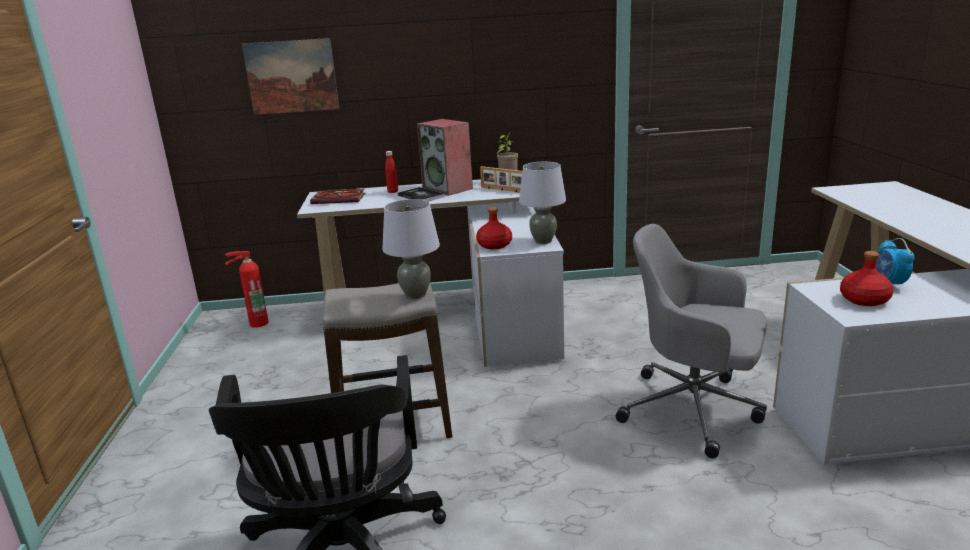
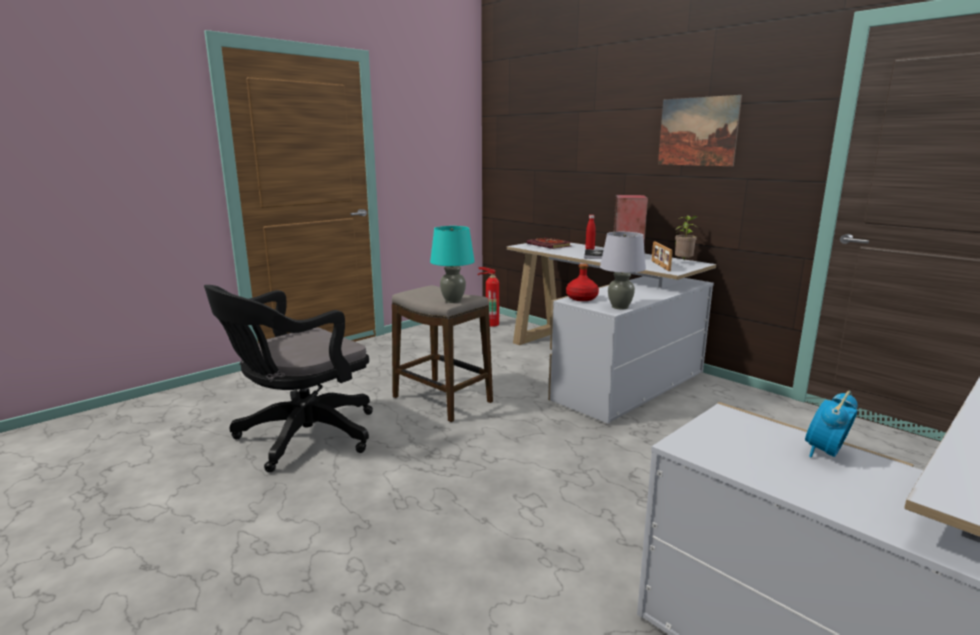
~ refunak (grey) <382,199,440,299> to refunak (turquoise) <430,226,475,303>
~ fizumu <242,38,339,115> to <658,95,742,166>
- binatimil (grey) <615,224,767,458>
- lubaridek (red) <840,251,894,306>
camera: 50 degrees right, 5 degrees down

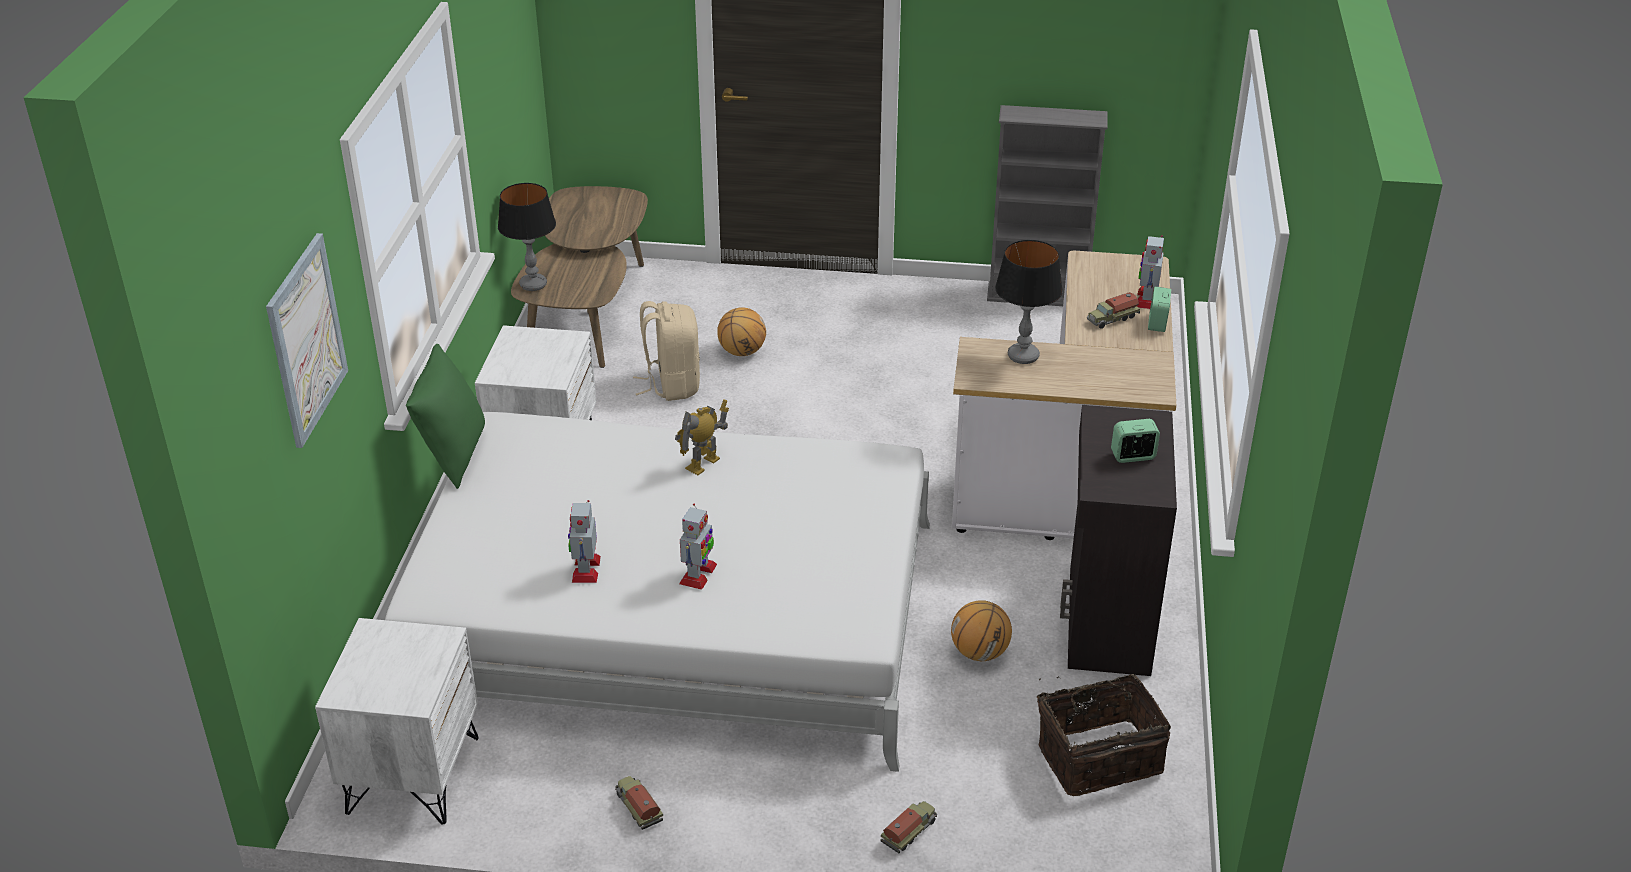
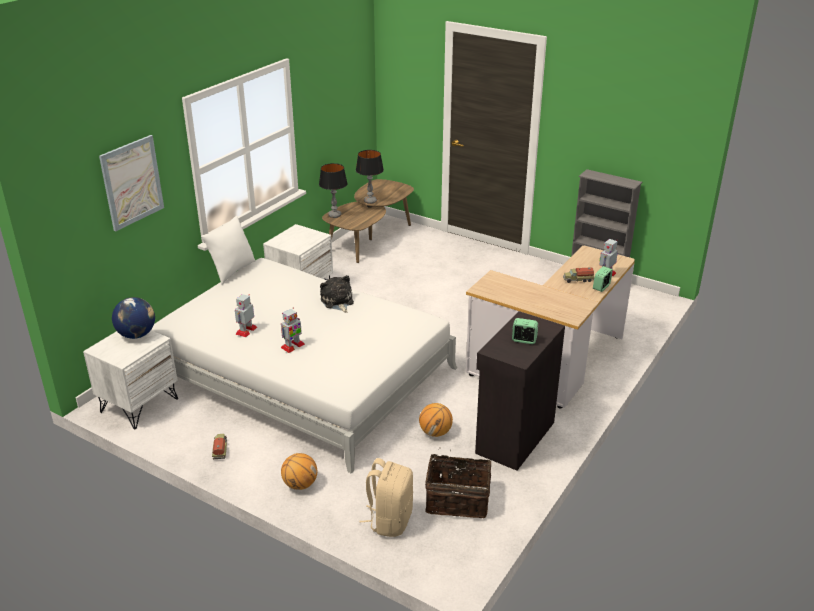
+ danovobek <112,297,155,339>
~ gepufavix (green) <406,344,485,489> to gepufavix (white) <201,216,256,285>
~ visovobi <717,307,766,356> to <281,453,317,490>
~ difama <675,399,729,475> to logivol <320,275,354,313>
~ refunak <995,240,1063,364> to <356,150,384,204>
~ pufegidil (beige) <633,301,700,401> to <360,458,413,537>
- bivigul <881,801,937,853>
camera: 25 degrees right, 5 degrees down

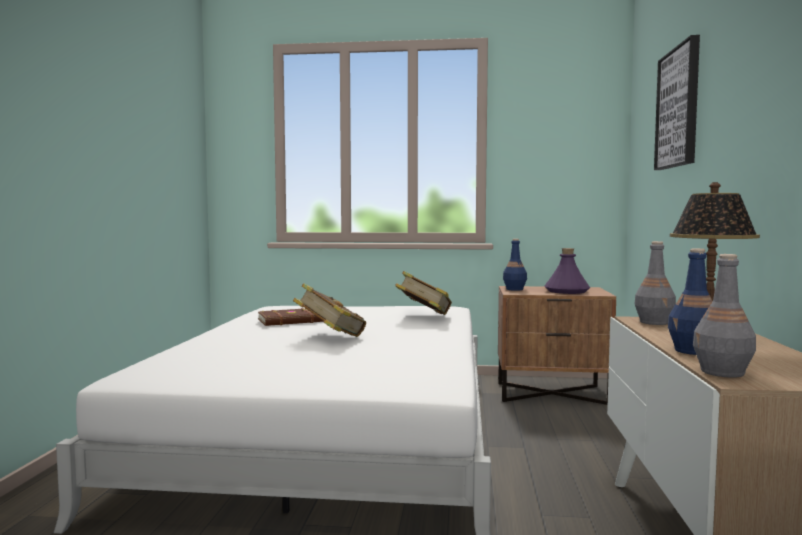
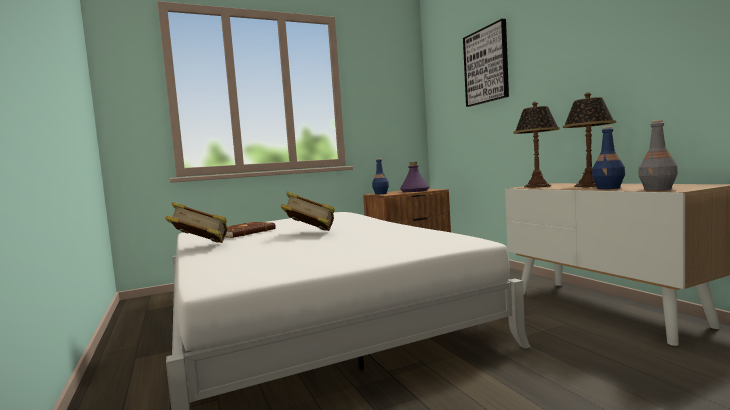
~ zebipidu <395,271,452,315> to <165,202,228,243>
~ lubaridek (grey) <635,241,676,325> to refunak <514,102,560,188>
camera: 30 degrees left, 0 degrees up

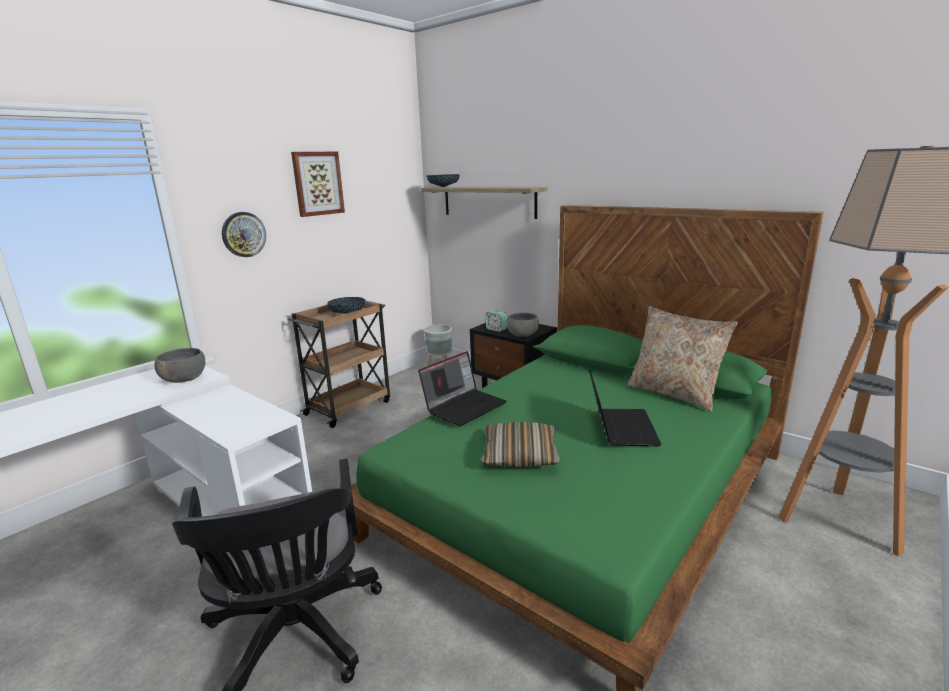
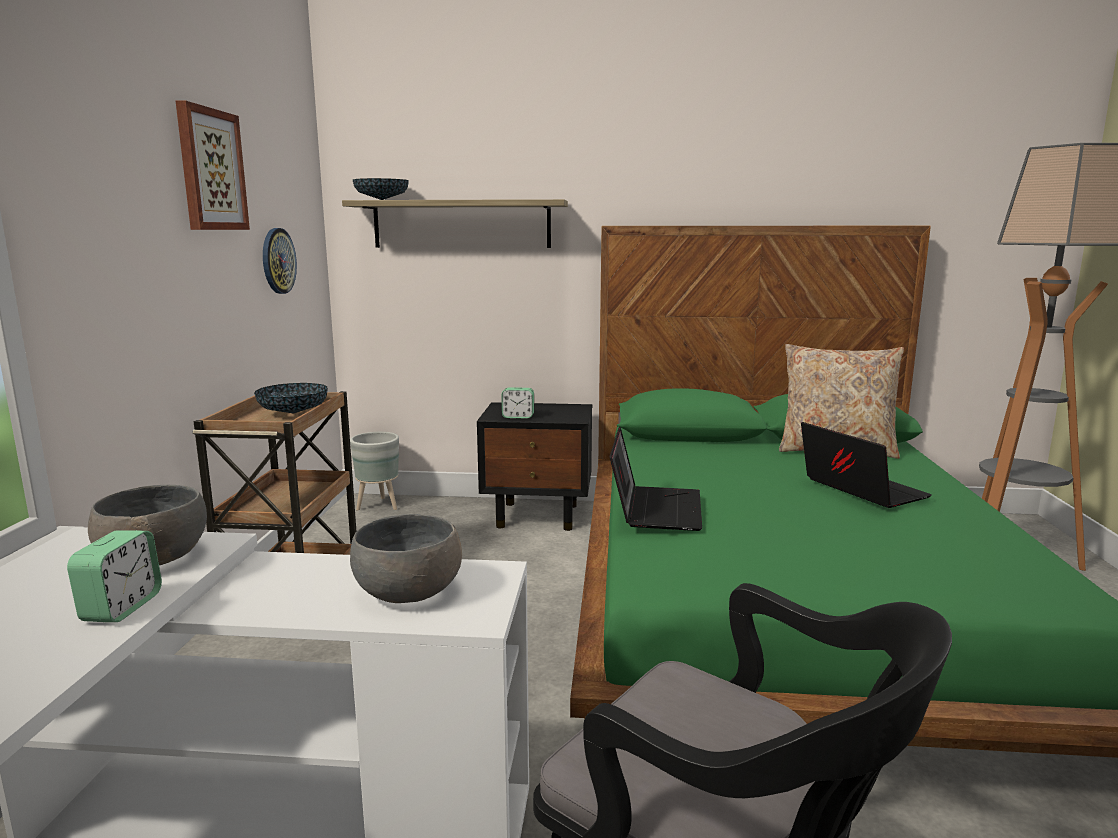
+ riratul <67,530,162,622>
~ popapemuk <222,212,266,257> to <263,228,297,294>
~ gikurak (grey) <507,313,539,337> to <350,514,462,603>
- gepufavix <480,422,561,467>
camera: 35 degrees left, 5 degrees down

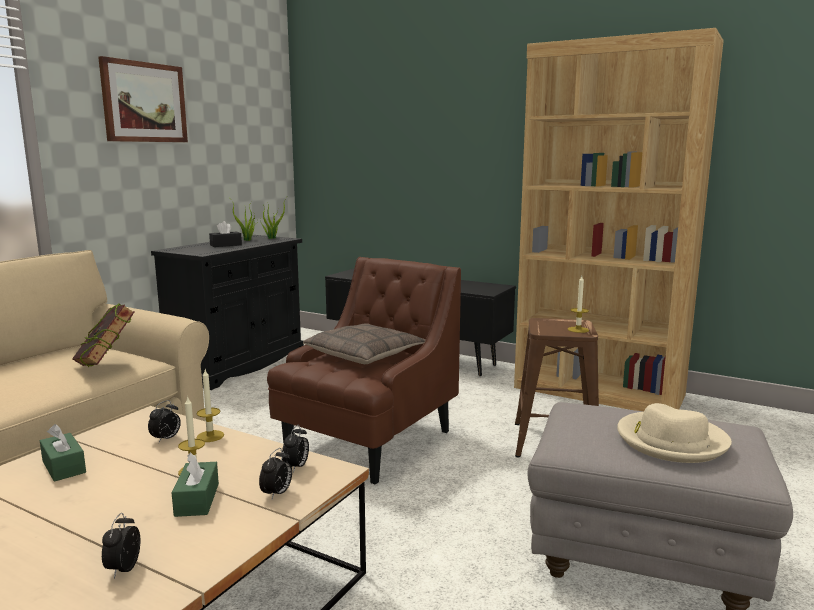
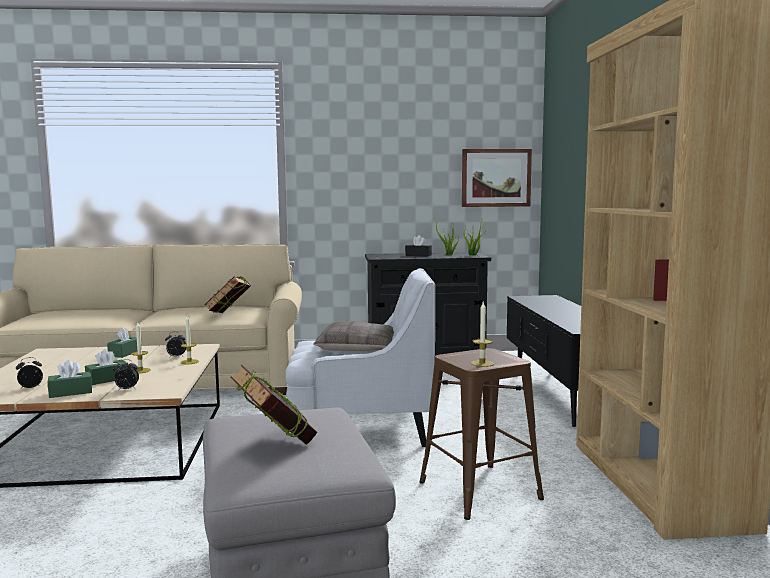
+ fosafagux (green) <48,360,92,398>
~ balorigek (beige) <617,403,732,463> to zebipidu <230,365,317,445>
~ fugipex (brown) <267,257,461,484> to fugipex (white) <285,268,435,447>
~ fizumu <98,56,188,142> to <462,149,532,207>
- riratul <282,425,309,473>
camera: 55 degrees right, 5 degrees down

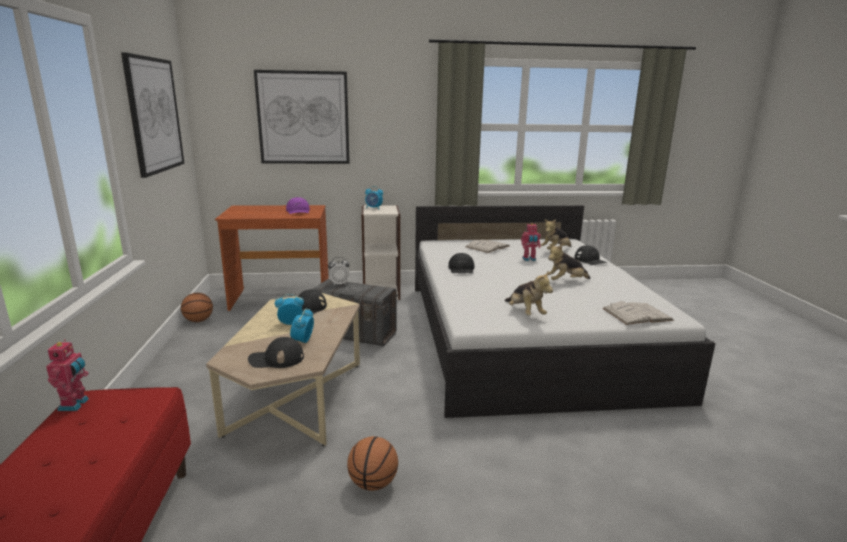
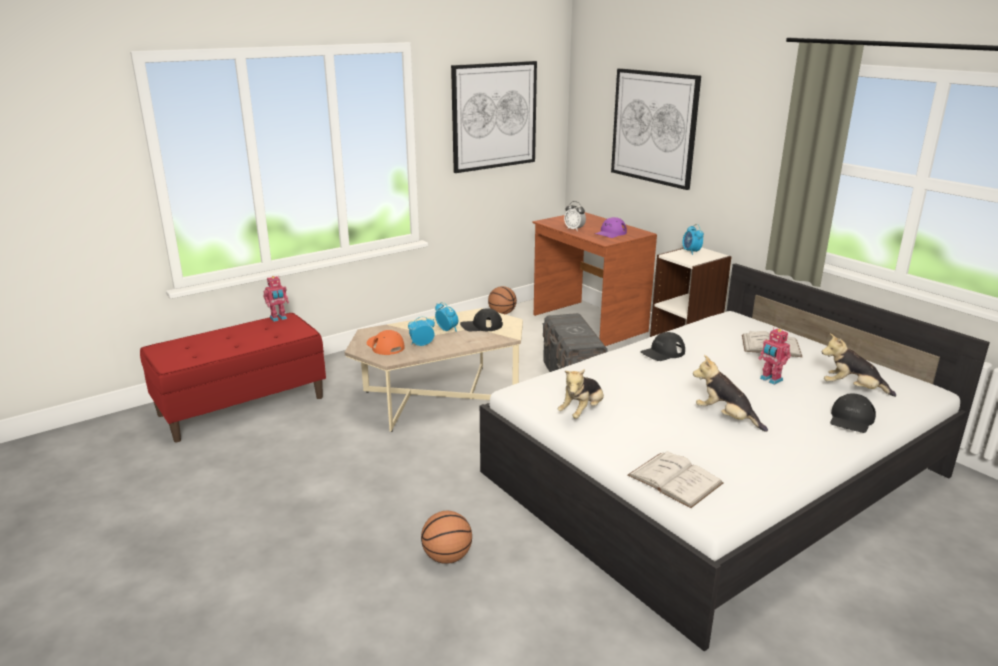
~ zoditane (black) <248,337,304,368> to zoditane (orange) <367,330,405,355>
~ visovobi <347,436,398,491> to <421,511,472,564>
~ riratul <328,257,350,285> to <564,201,586,231>
camera: 60 degrees right, 5 degrees up

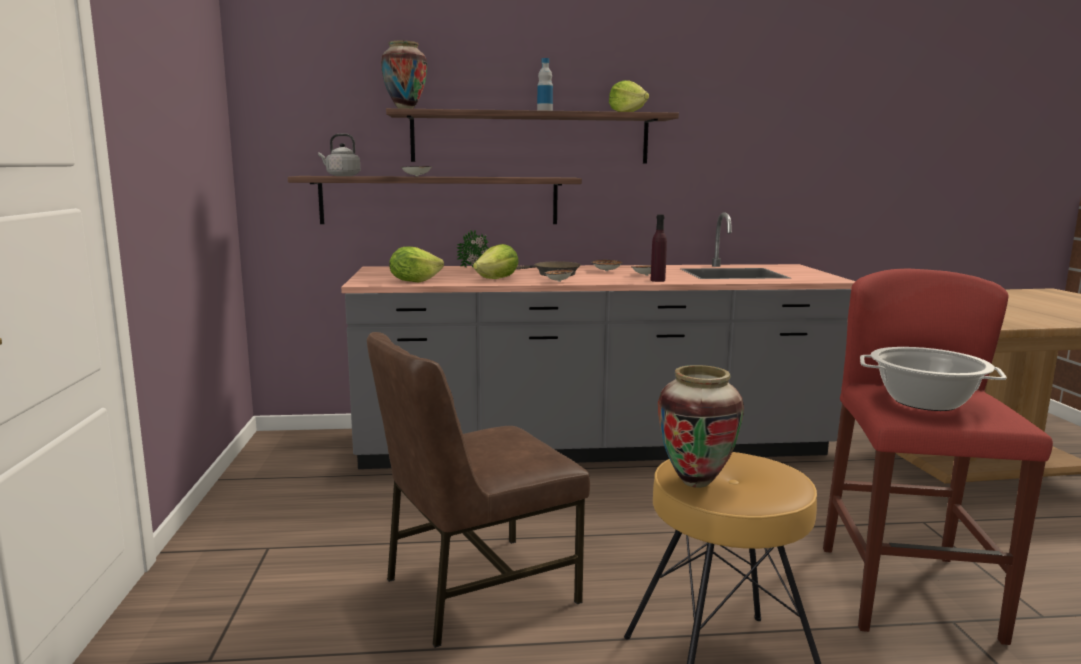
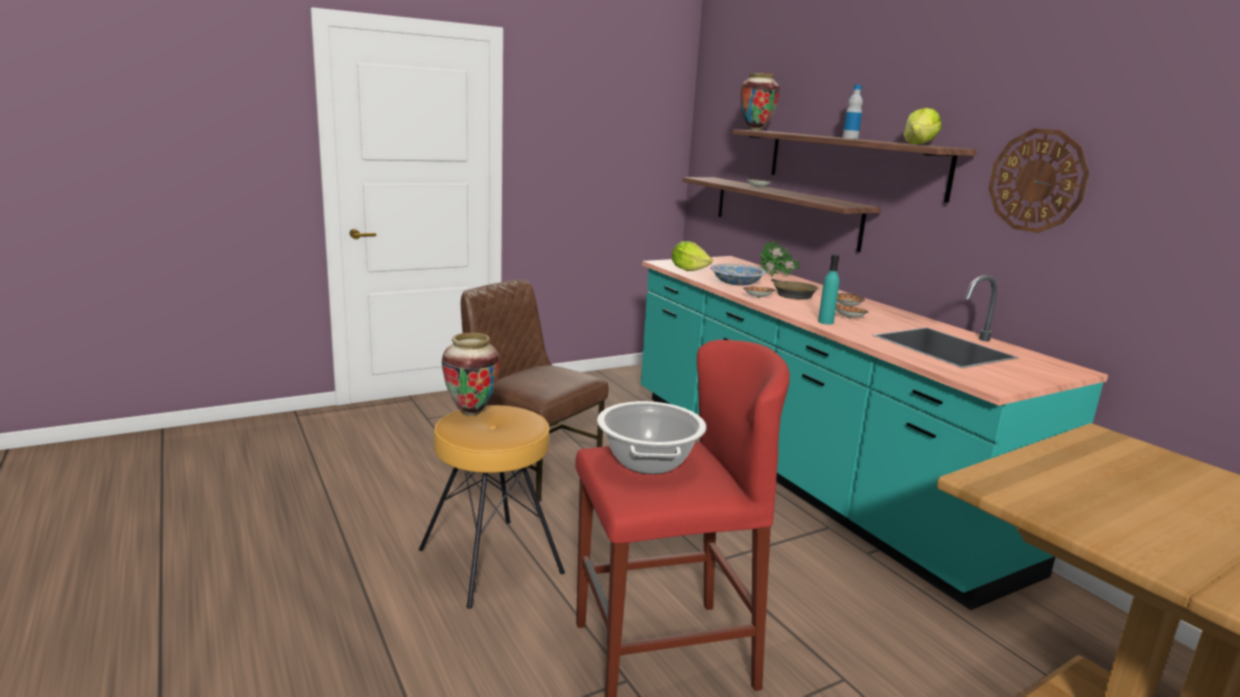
~ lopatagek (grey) <341,212,855,469> to lopatagek (turquoise) <641,256,1108,610>
~ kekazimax <473,244,519,279> to gikurak <710,264,767,285>
~ lubaridek (purple) <650,214,667,282> to lubaridek (turquoise) <818,254,840,325>
+ popapemuk <989,129,1089,233>
- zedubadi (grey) <318,134,360,176>
camera: 65 degrees right, 5 degrees up

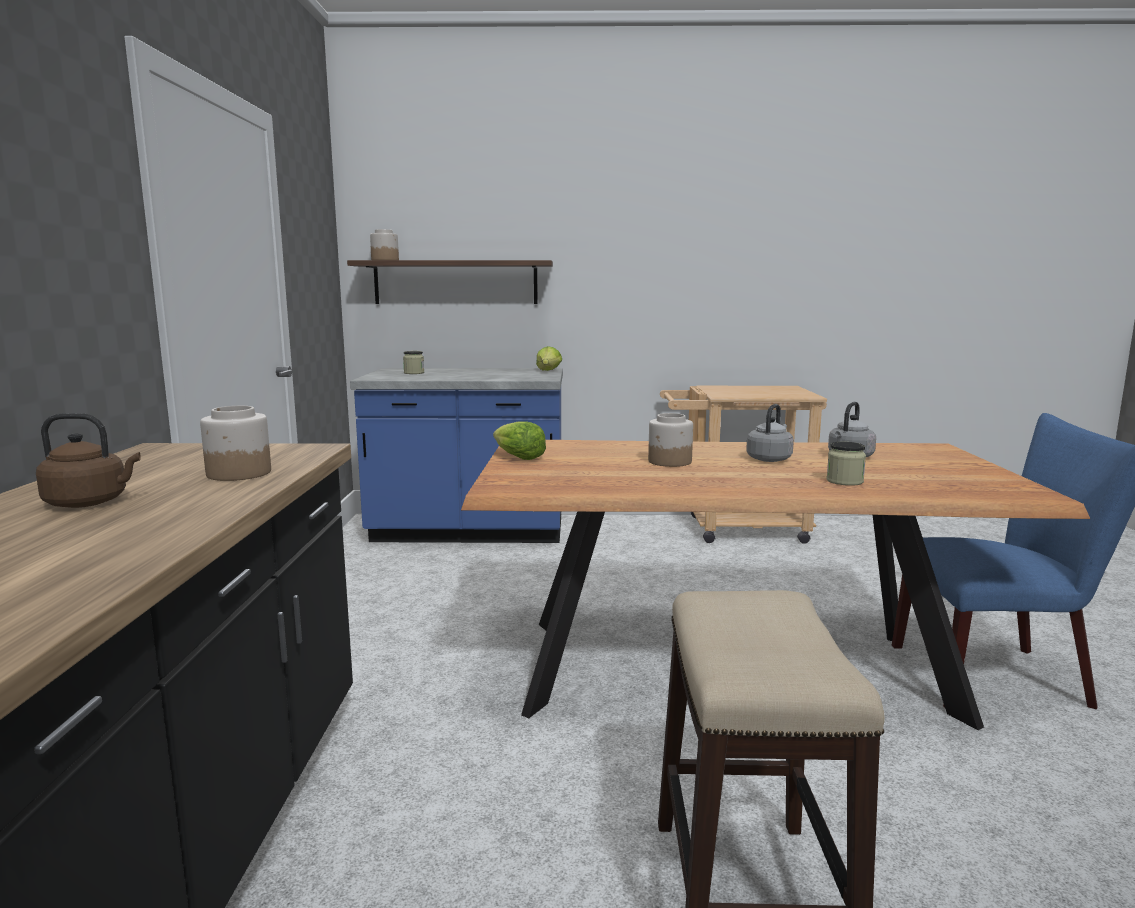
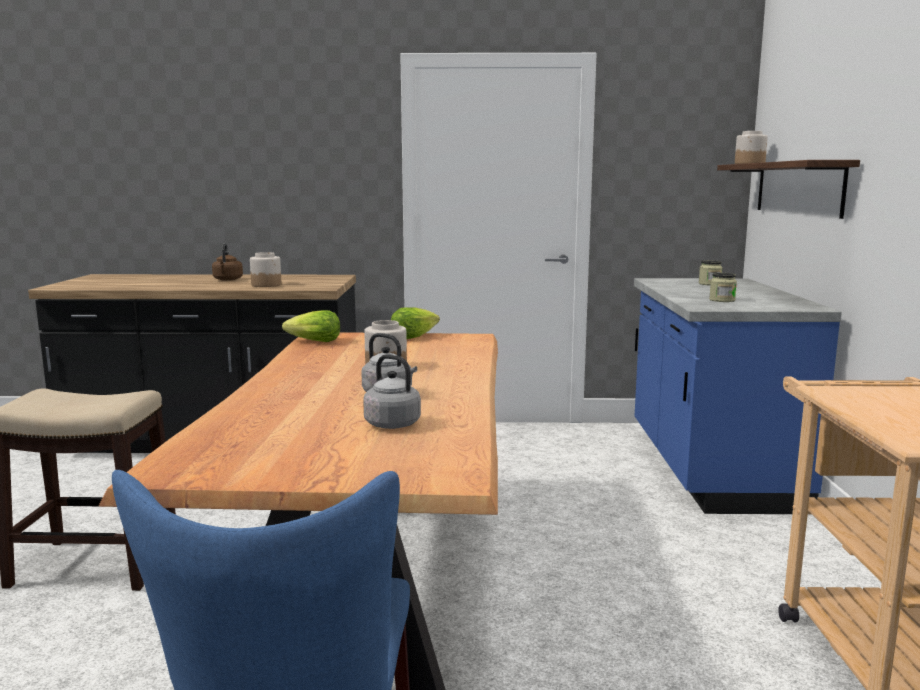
~ kekazimax <536,346,562,371> to <282,310,340,342>
~ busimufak <826,442,866,486> to <709,273,737,302>
camera: 90 degrees right, 0 degrees up

